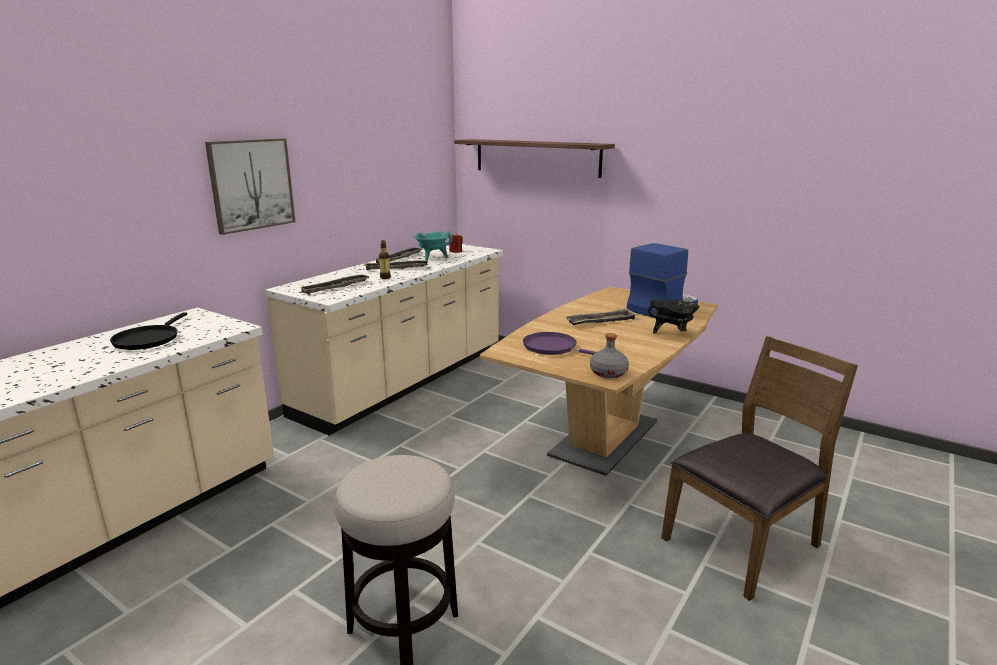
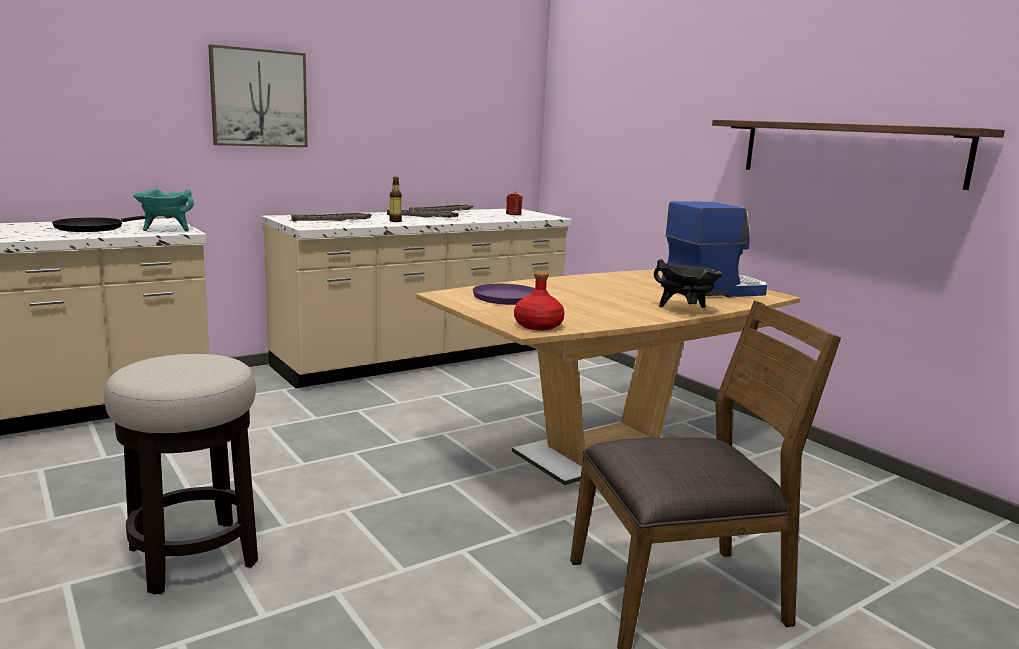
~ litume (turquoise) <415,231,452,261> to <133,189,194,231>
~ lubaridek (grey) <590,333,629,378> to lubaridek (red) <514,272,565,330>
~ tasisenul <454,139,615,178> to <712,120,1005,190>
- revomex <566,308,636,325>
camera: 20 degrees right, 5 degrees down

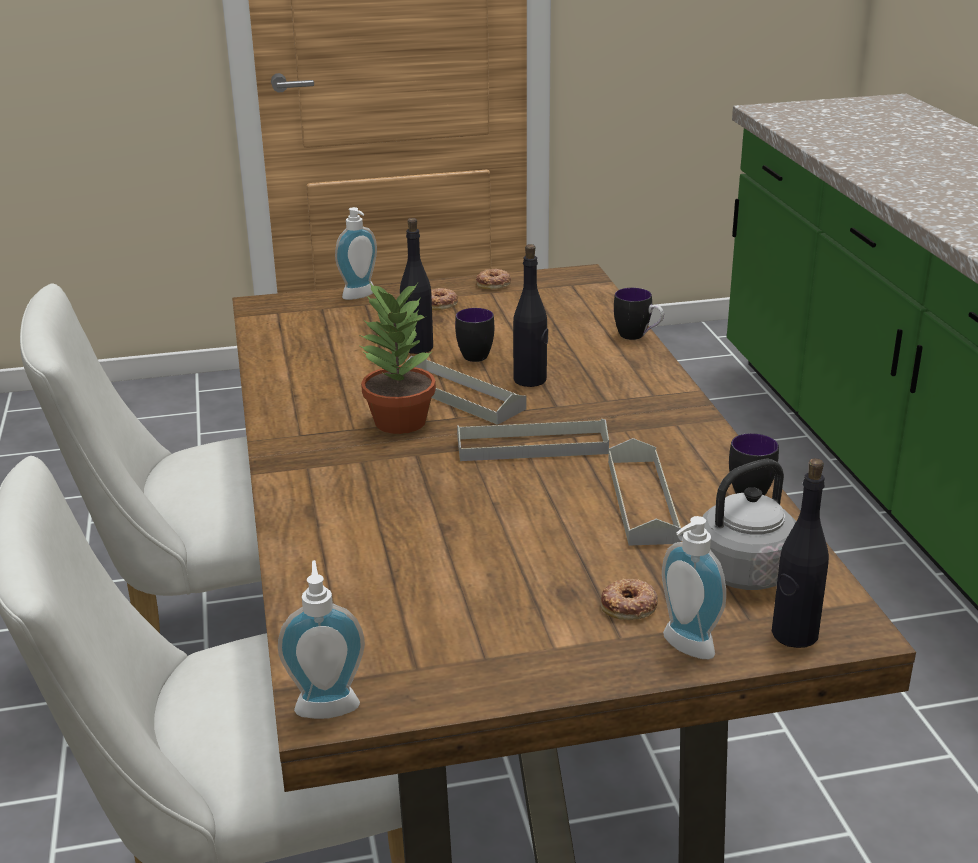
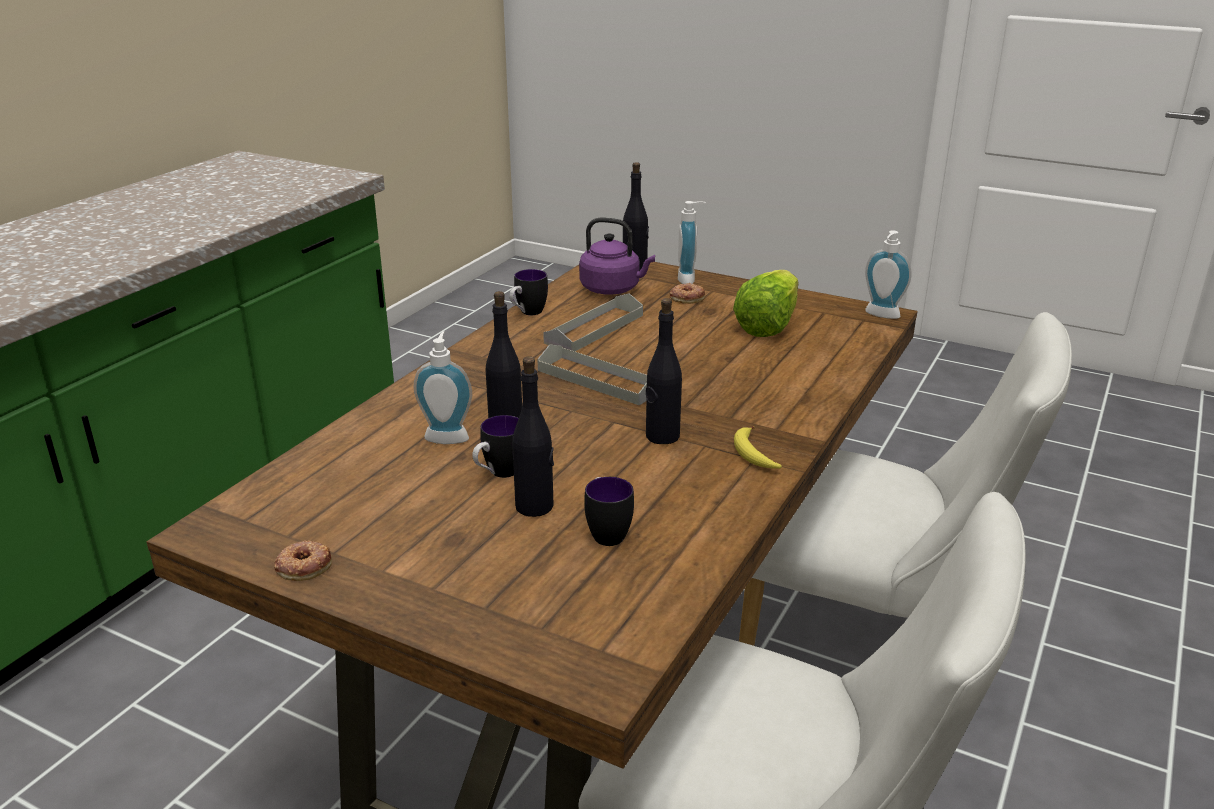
~ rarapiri <335,207,377,300> to <414,331,472,444>
~ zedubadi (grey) <677,459,796,590> to zedubadi (purple) <579,218,655,295>
~ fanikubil <614,288,664,340> to <584,477,634,546>
~ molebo <360,282,436,434> to lubaridek (black) <646,298,682,444>
+ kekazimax <733,270,799,337>
+ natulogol <734,426,782,469>
- revomex (grey) <407,356,527,425>
- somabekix <431,288,458,310>
camera: 140 degrees left, 0 degrees up

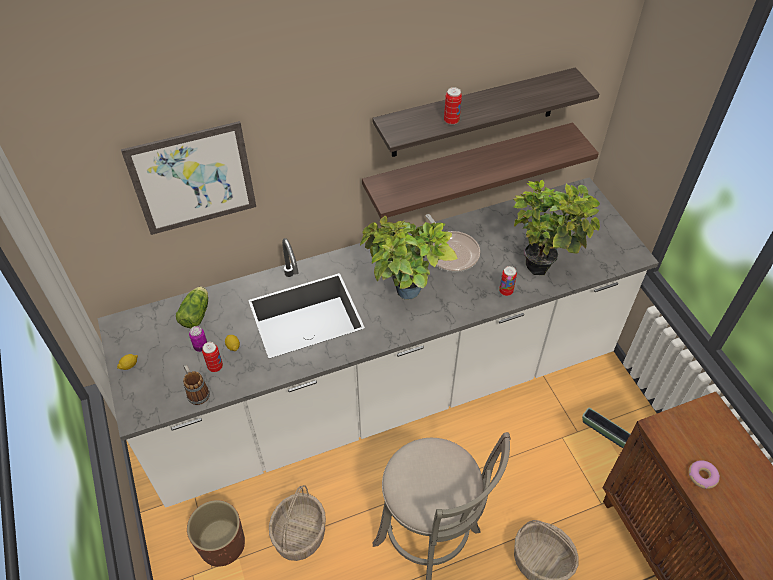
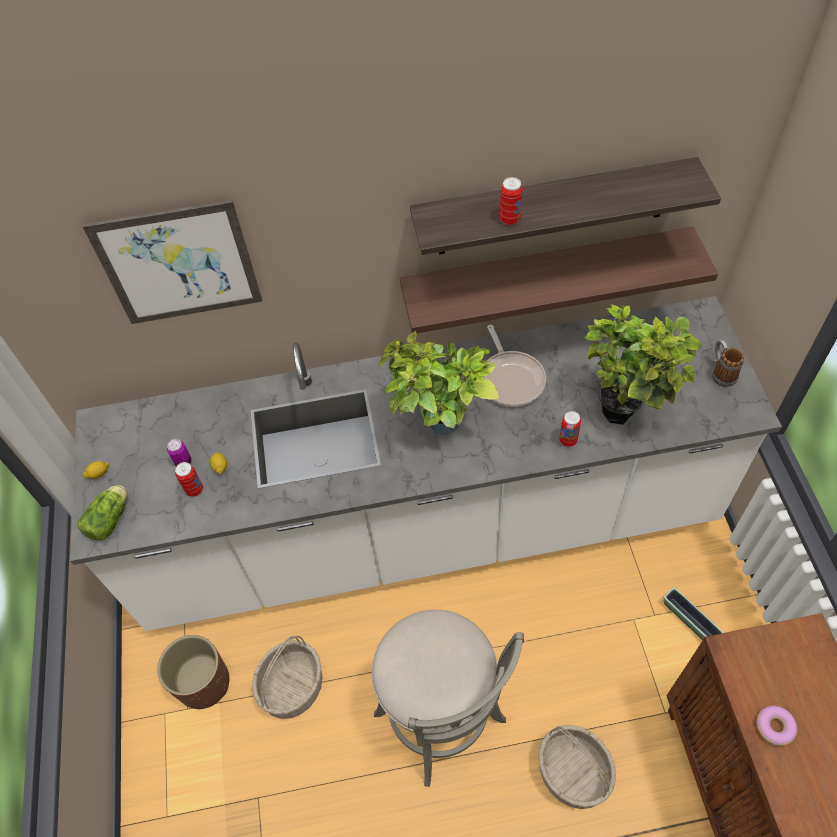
~ kekazimax <176,287,208,328> to <78,485,127,541>
~ fanikubil <183,364,210,405> to <712,340,744,387>
camera: 15 degrees right, 5 degrees up

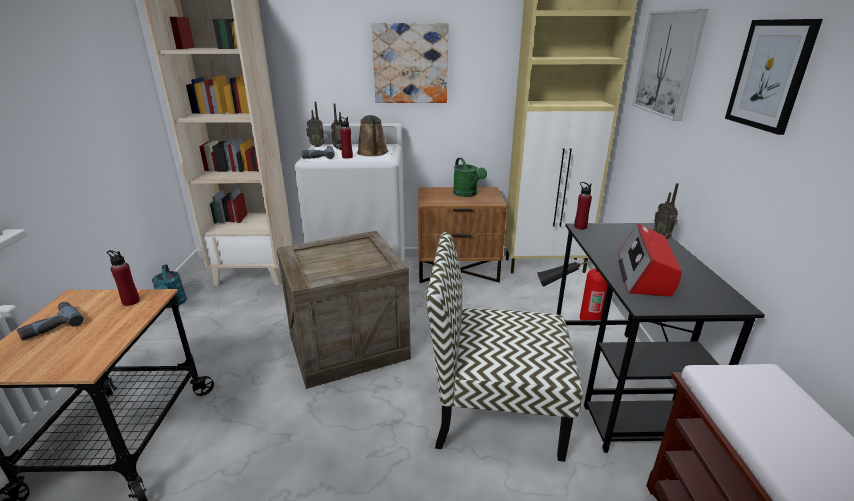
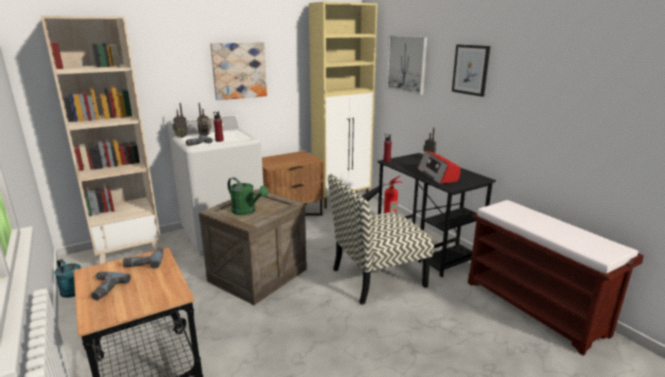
~ lubaridek (red) <107,250,140,306> to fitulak <123,247,164,269>
~ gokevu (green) <453,158,487,197> to <228,178,269,215>
- gokevu (brown) <357,115,388,156>
camera: 30 degrees left, 5 degrees down

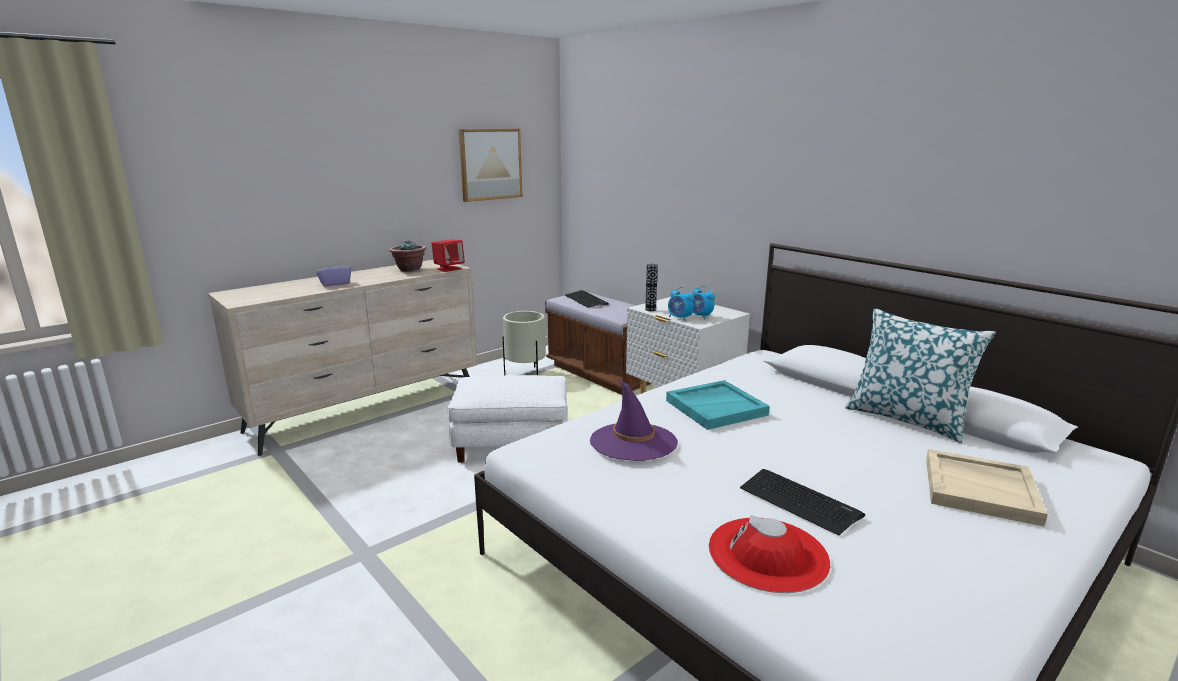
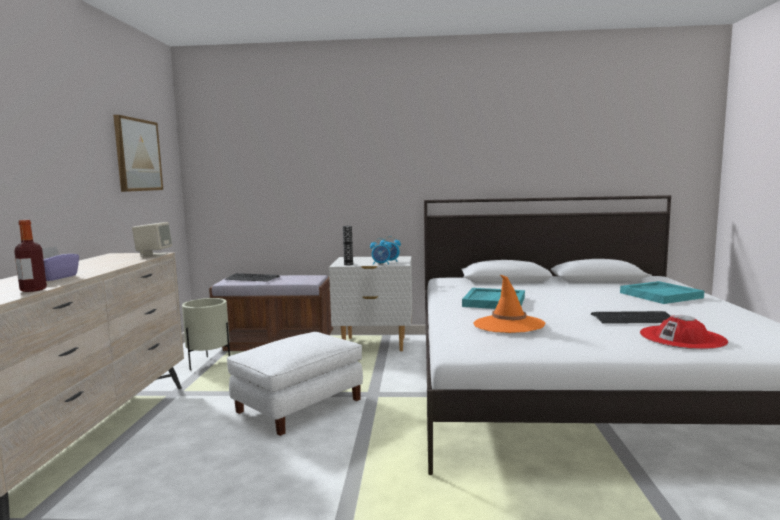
+ lubaridek <14,220,47,292>
~ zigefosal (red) <432,240,465,272> to zigefosal (beige) <132,222,172,257>
~ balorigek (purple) <590,380,678,461> to balorigek (orange) <473,274,545,333>
~ revomex (beige) <926,449,1048,527> to revomex (turquoise) <620,281,704,304>
- molebo <389,241,426,272>
- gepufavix <845,309,996,443>
camera: 45 degrees left, 10 degrees down

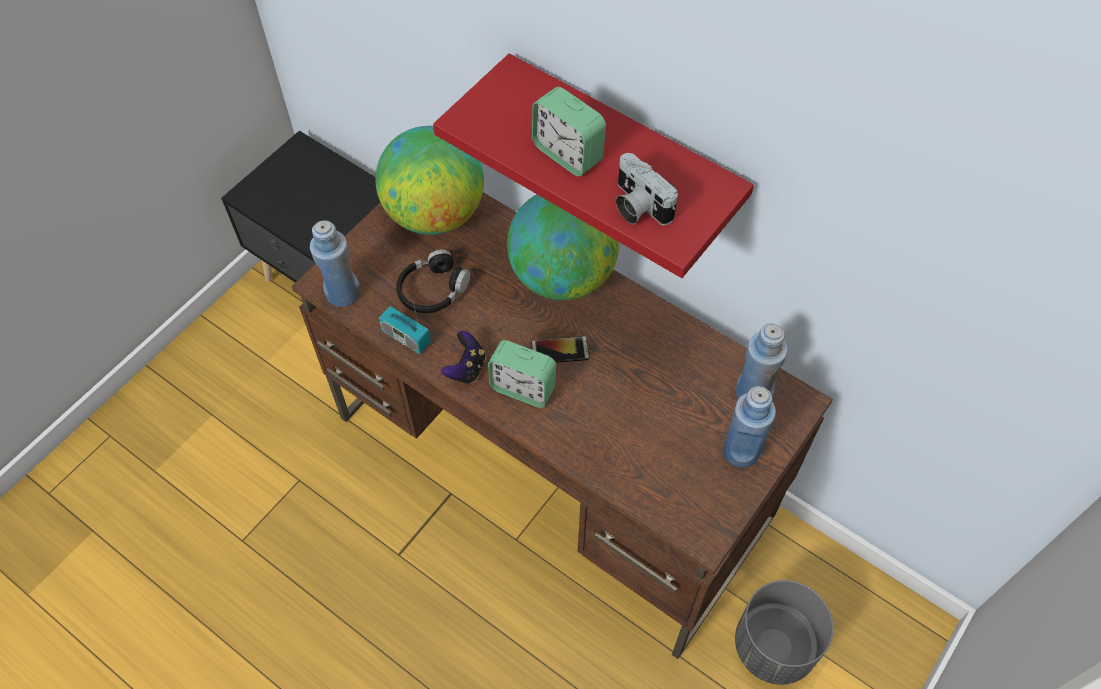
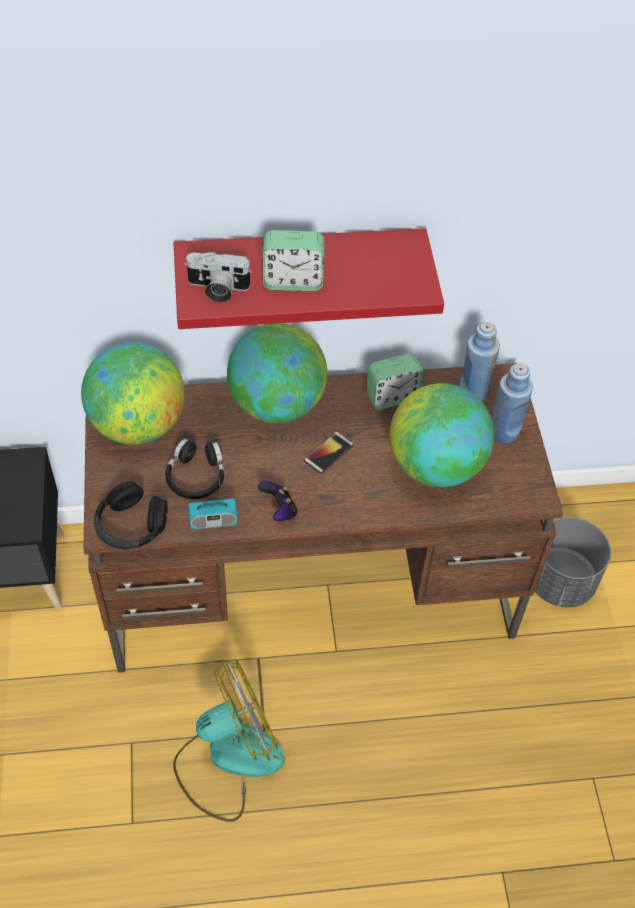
~ lubaridek (blue) <310,220,361,307> to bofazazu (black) <94,481,167,549>
+ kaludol <173,659,285,822>
~ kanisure <616,153,678,225> to <185,252,252,303>
~ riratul <488,340,556,408> to <366,353,425,410>
+ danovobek <390,383,494,487>
camera: 45 degrees left, 5 degrees down

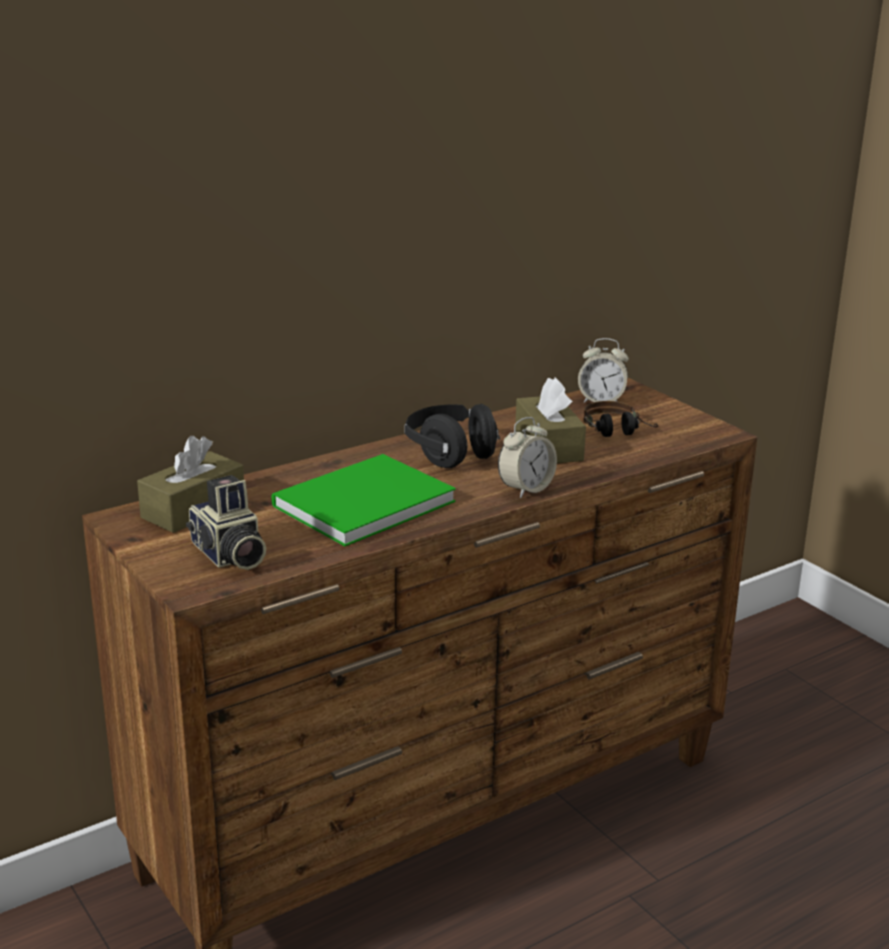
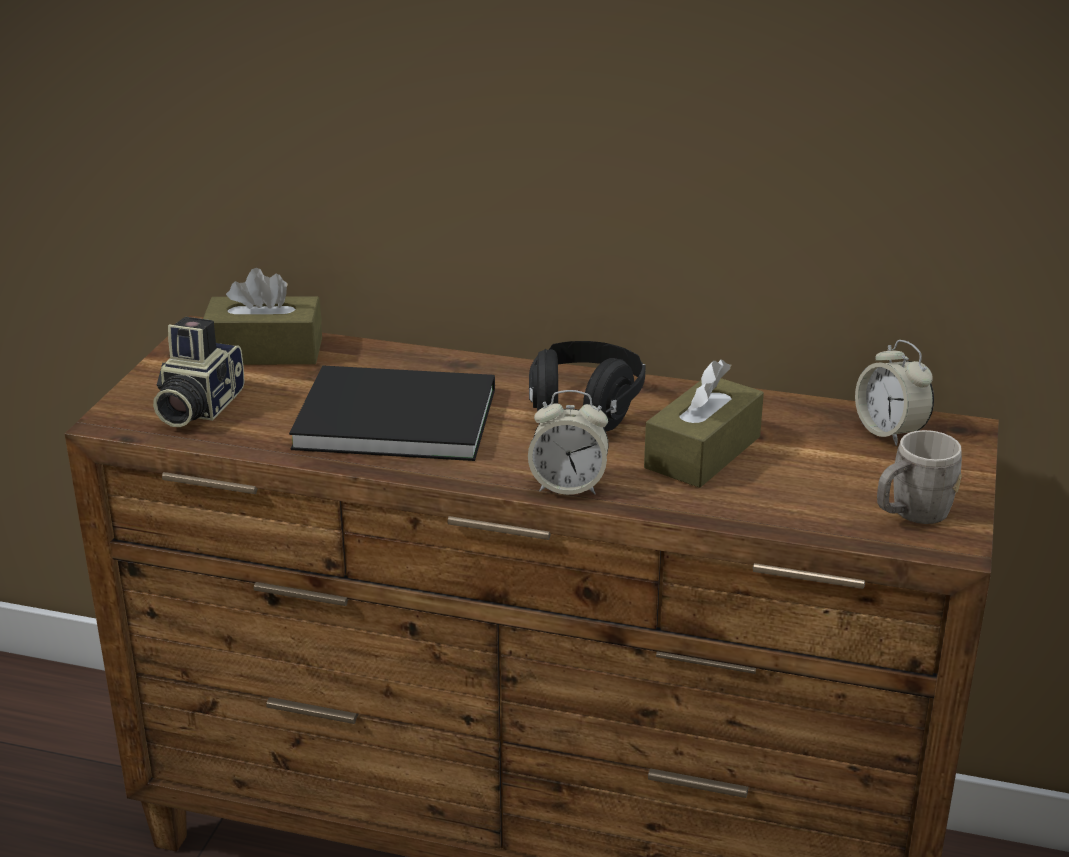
~ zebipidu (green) <271,454,456,546> to zebipidu (black) <289,365,495,461>
+ fanikubil (grey) <877,430,962,524>
- bofazazu <583,401,659,437>
camera: 50 degrees right, 5 degrees up

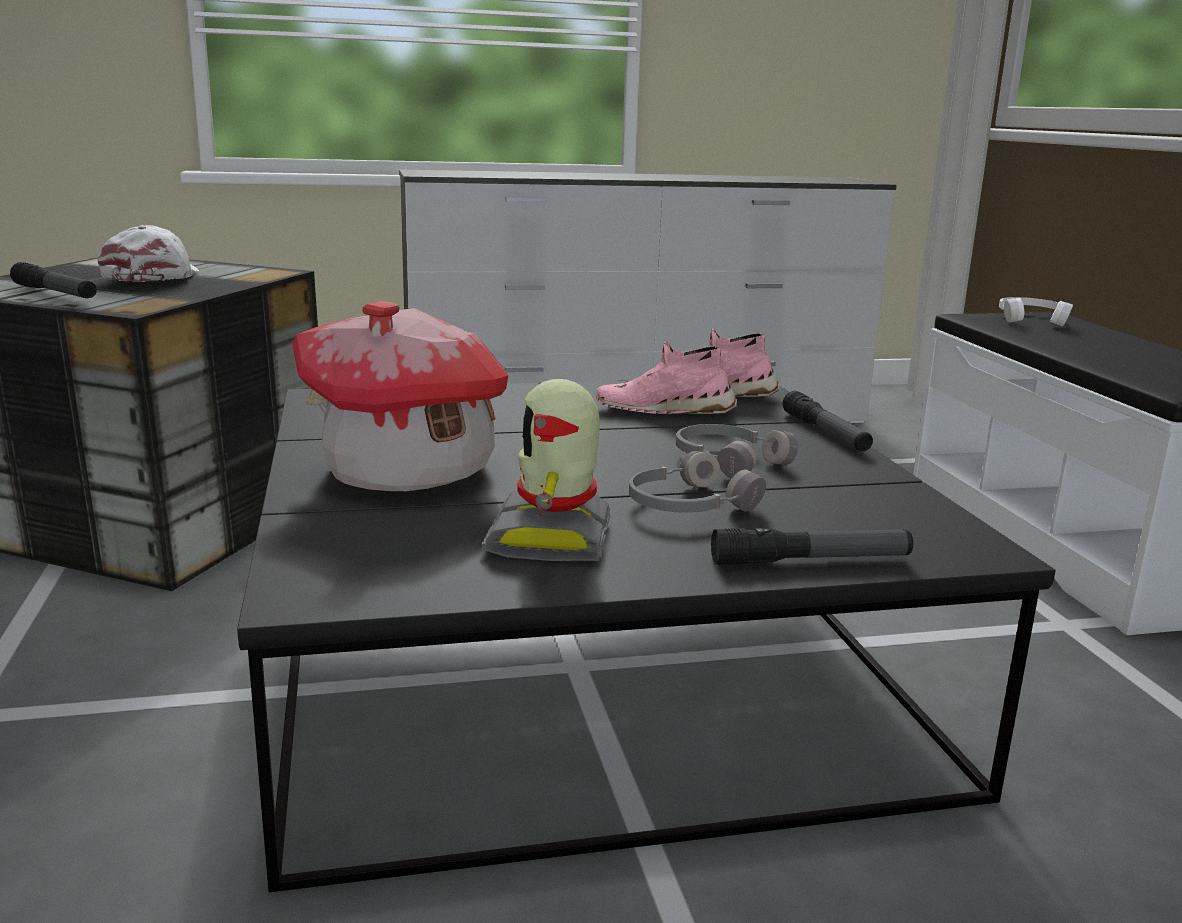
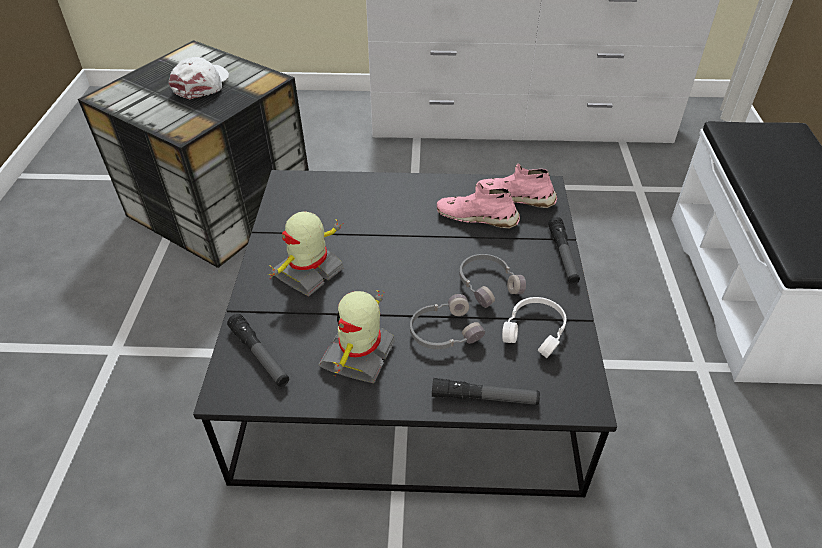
~ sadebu <10,262,97,298> to <227,314,289,387>
~ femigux <292,301,508,491> to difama <268,211,344,296>
~ bofazazu (white) <999,297,1073,327> to <502,297,566,358>
camera: 15 degrees right, 25 degrees up

